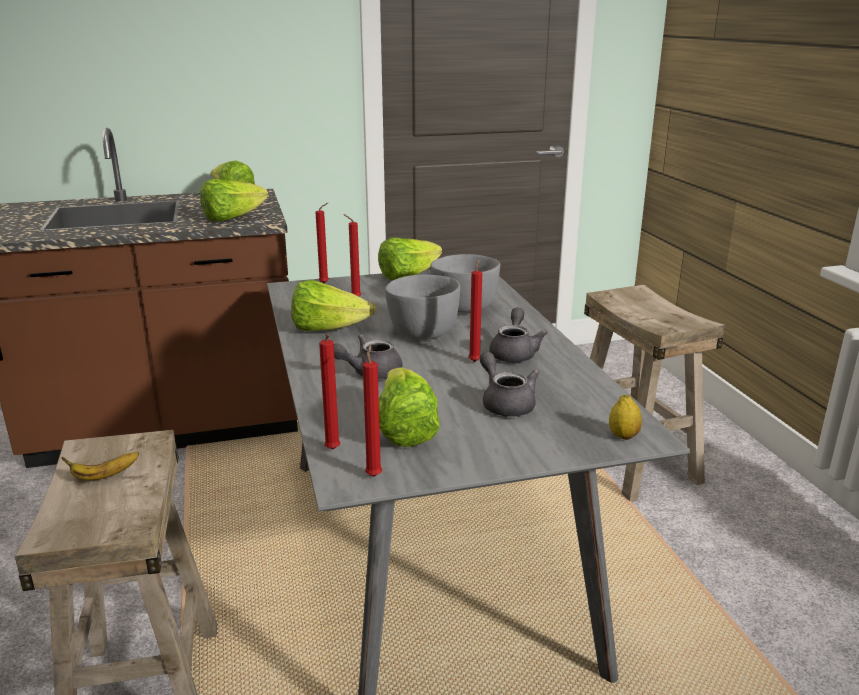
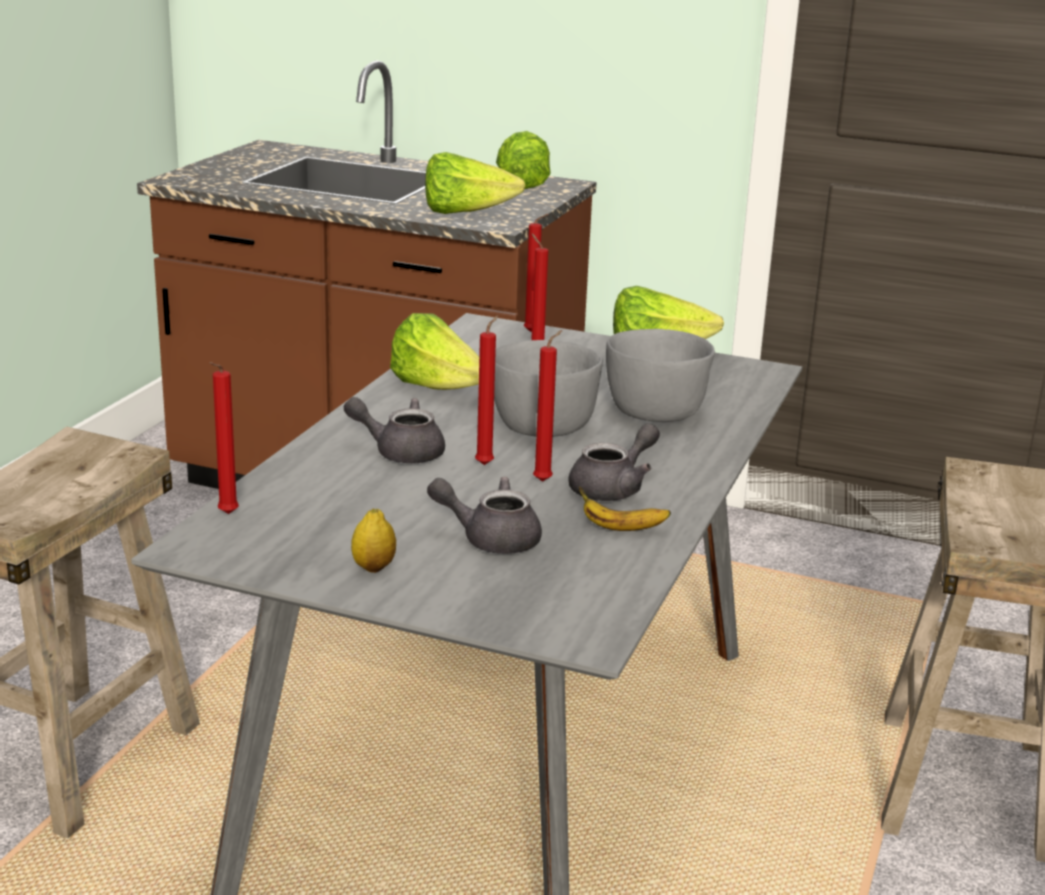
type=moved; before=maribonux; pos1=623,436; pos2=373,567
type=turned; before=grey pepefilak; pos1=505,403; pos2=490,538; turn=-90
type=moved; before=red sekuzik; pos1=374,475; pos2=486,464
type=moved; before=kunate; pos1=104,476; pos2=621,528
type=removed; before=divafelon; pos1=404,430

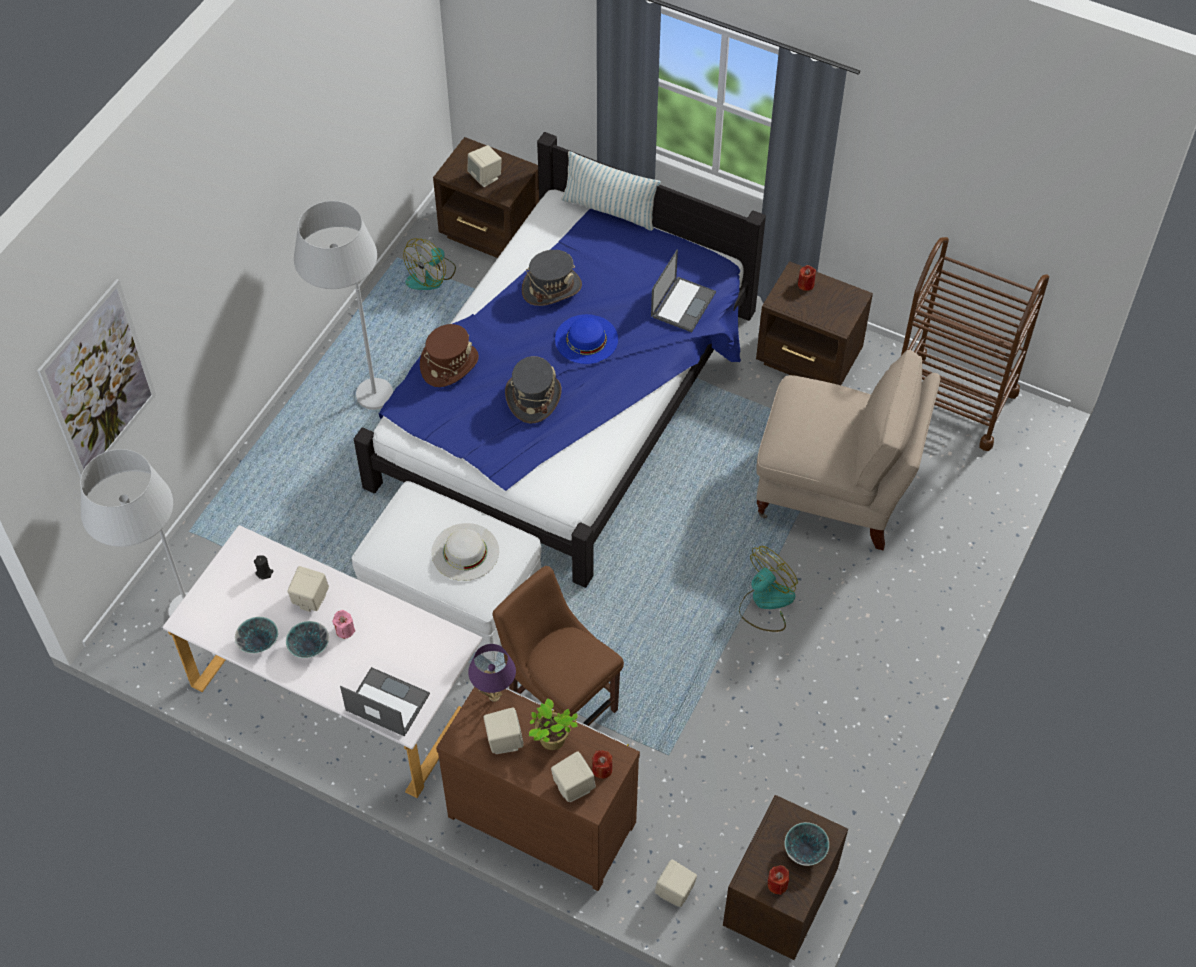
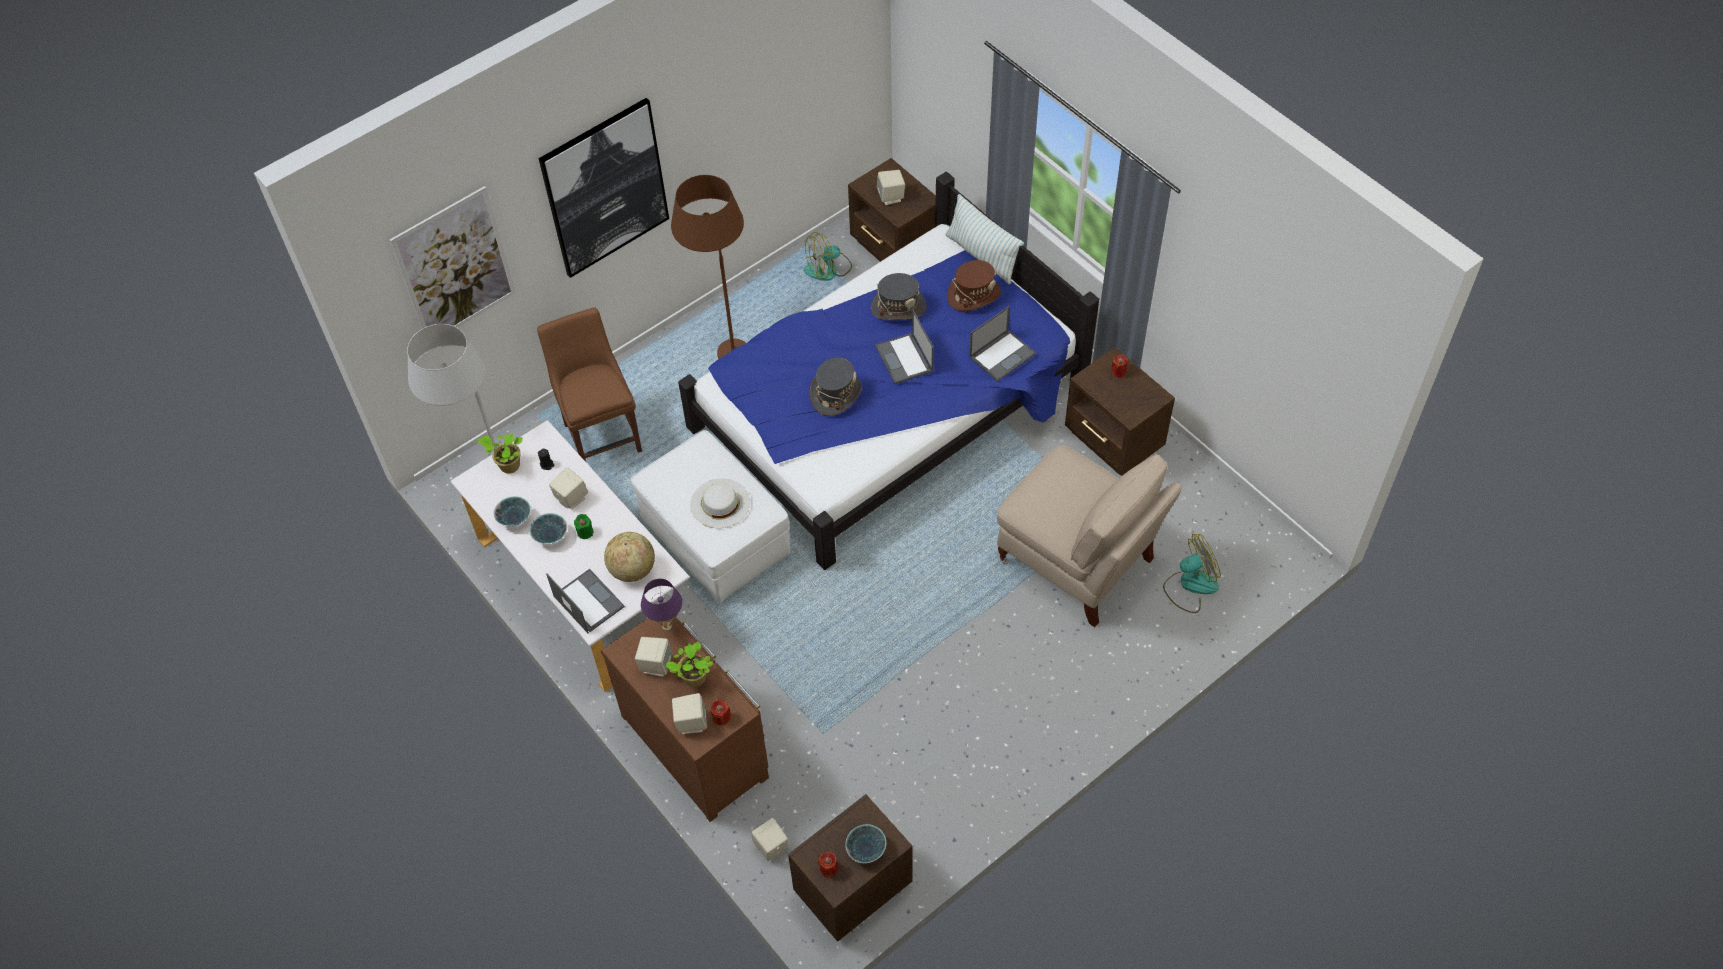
type=added; after=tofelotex; pos2=508,466
type=moved; before=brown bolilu; pos1=560,706; pos2=602,434
type=added; after=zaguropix; pos2=605,188
type=recoloured; before=pink sekuzik; after=green sekuzik; pos1=345,630; pos2=585,532
type=added; after=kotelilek; pos2=632,569
type=recoloured; before=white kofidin; after=brown kofidin; pos1=358,386; pos2=723,342
type=replaced; before=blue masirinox; after=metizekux; pos1=586,339; pos2=904,359
type=moved; before=brown masirinox; pos1=449,364; pos2=974,295
type=moved; before=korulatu; pos1=765,602; pos2=1190,585
type=removed; before=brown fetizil; pos1=952,400

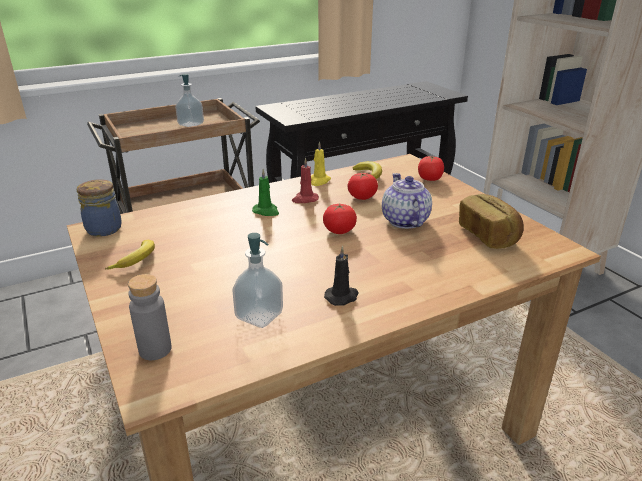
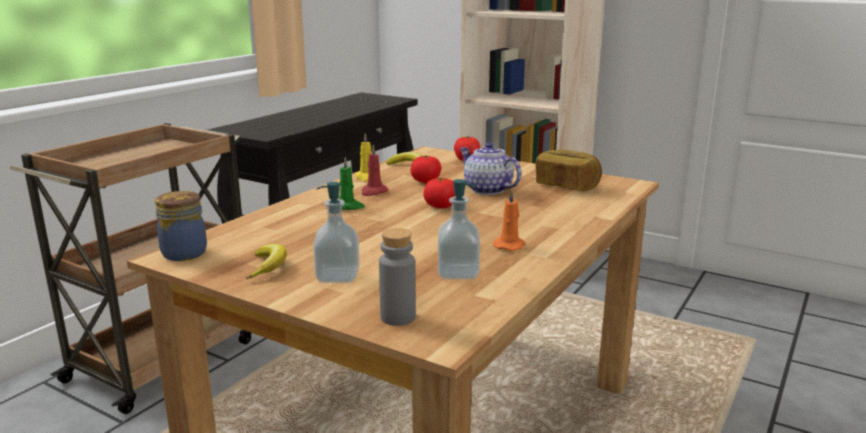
type=moved; before=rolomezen; pos1=191,124; pos2=337,276
type=recoloured; before=black sekuzik; after=orange sekuzik; pos1=342,297; pos2=510,245

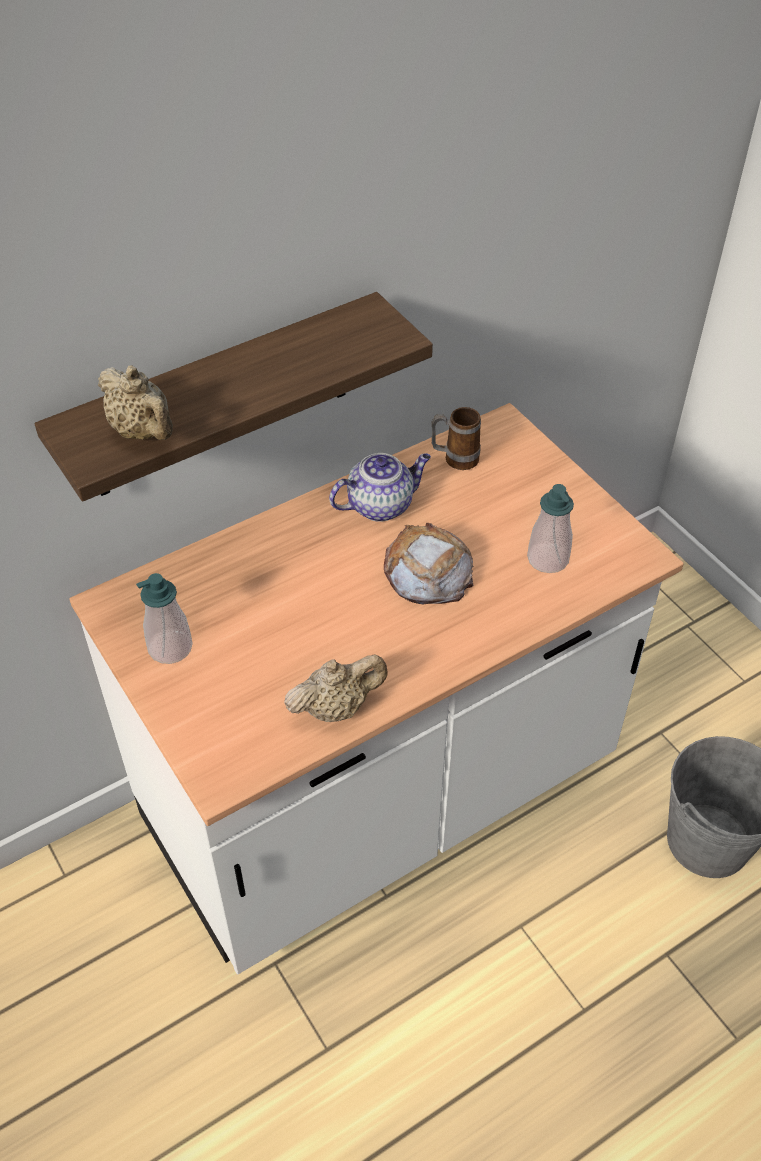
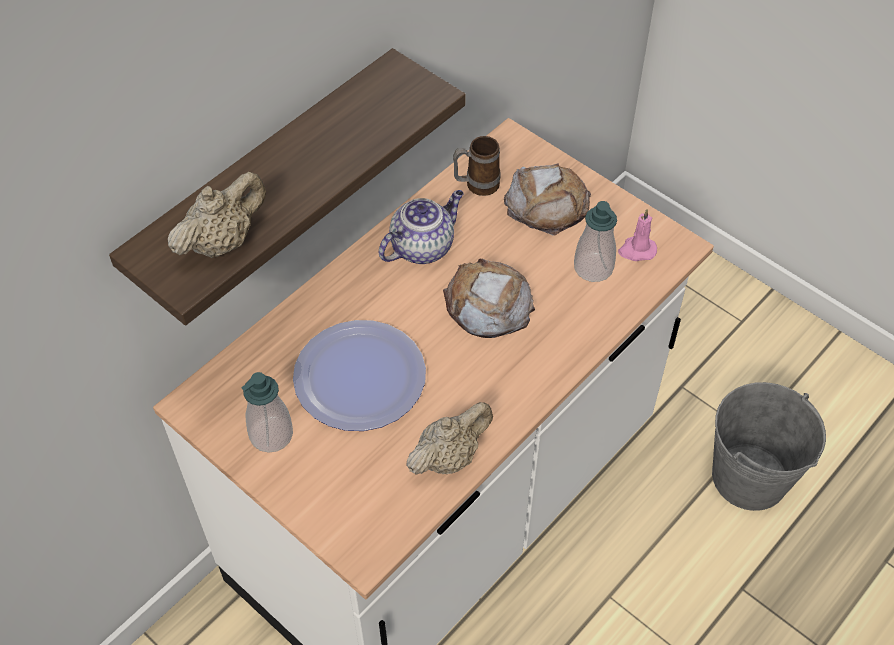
type=turned; before=beige pepefilak; pos1=143,432; pos2=222,242; turn=-75
type=added; after=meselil; pos2=360,376
type=added; after=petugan; pos2=547,204
type=added; after=pink sekuzik; pos2=637,250

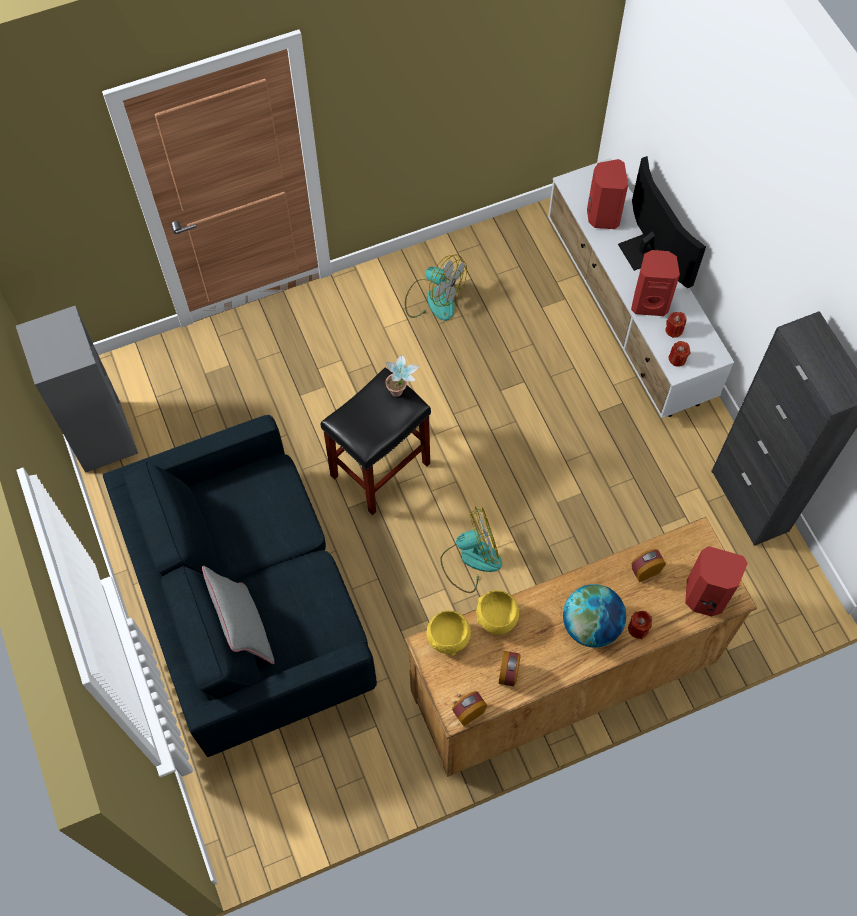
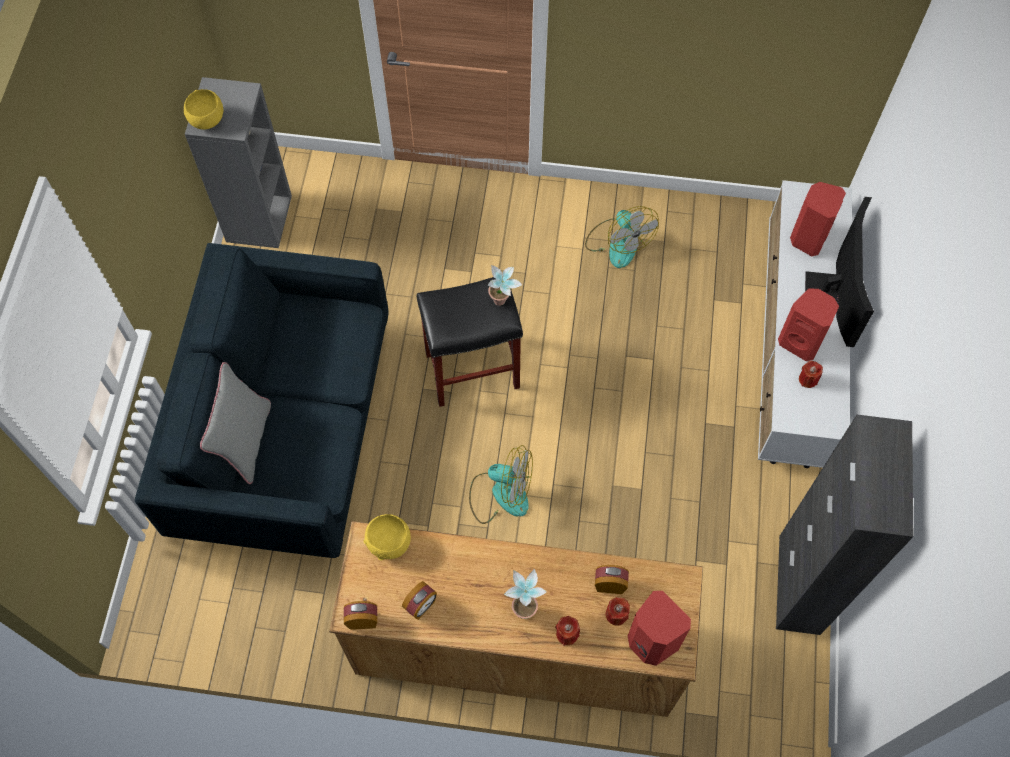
type=moved; before=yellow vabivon; pos1=497,619; pos2=207,120
type=replaced; before=kotelilek; after=tofelotex; pos1=590,625; pos2=524,606
type=moved; before=red sekuzik; pos1=677,359; pos2=616,614

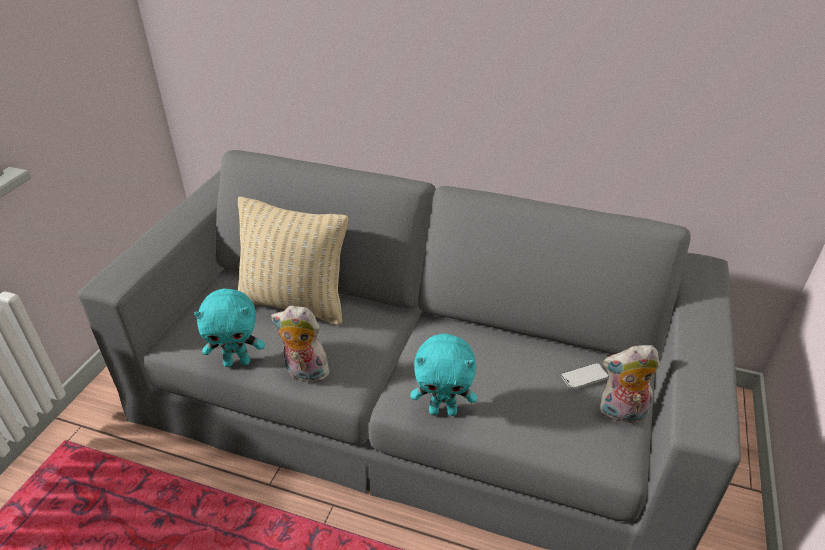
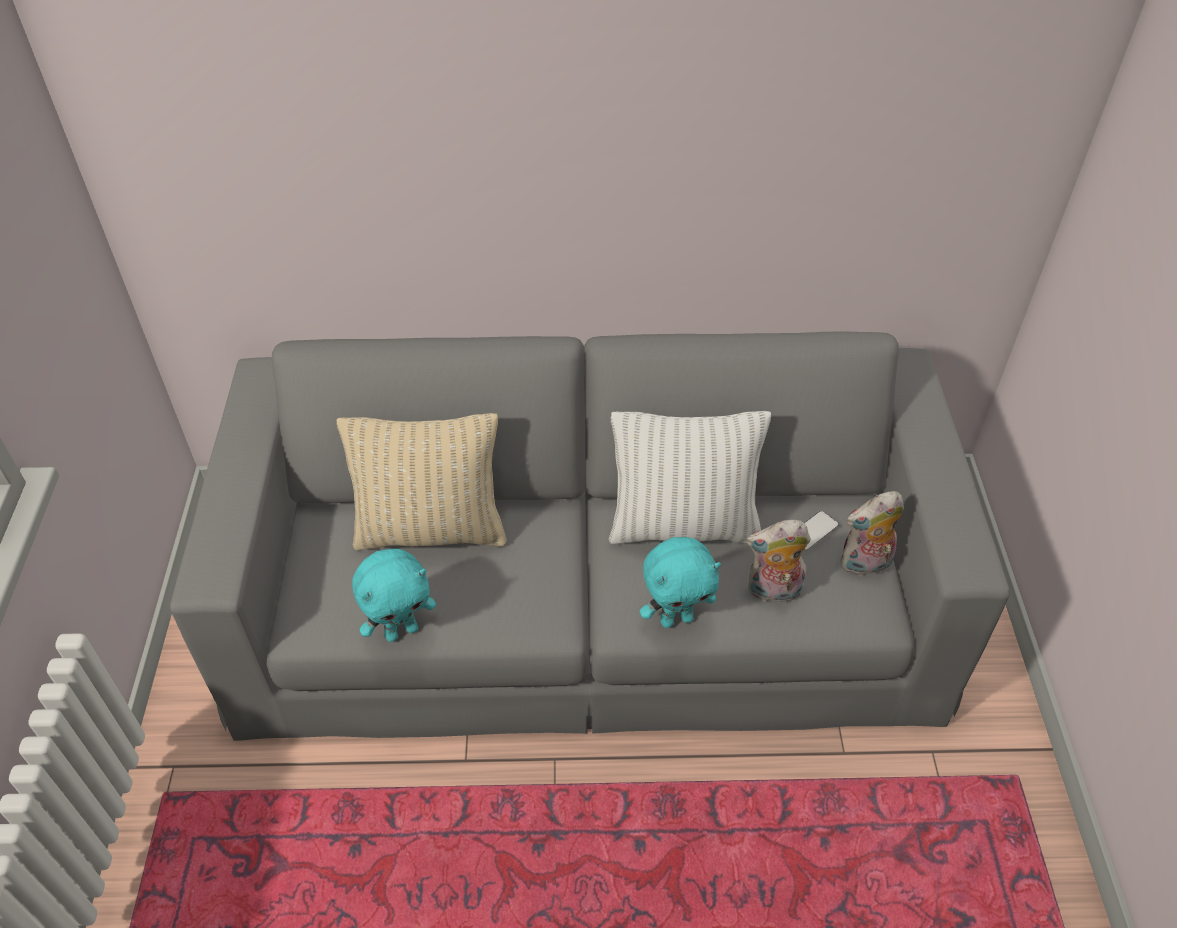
type=added; after=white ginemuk; pos2=683,526
type=moved; before=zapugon; pos1=304,373; pos2=773,591

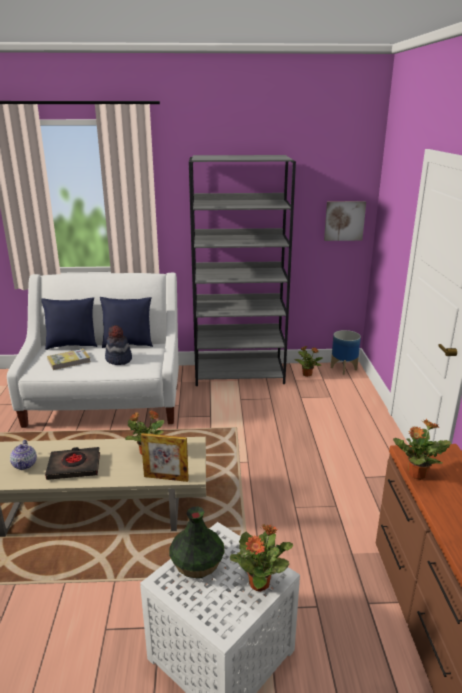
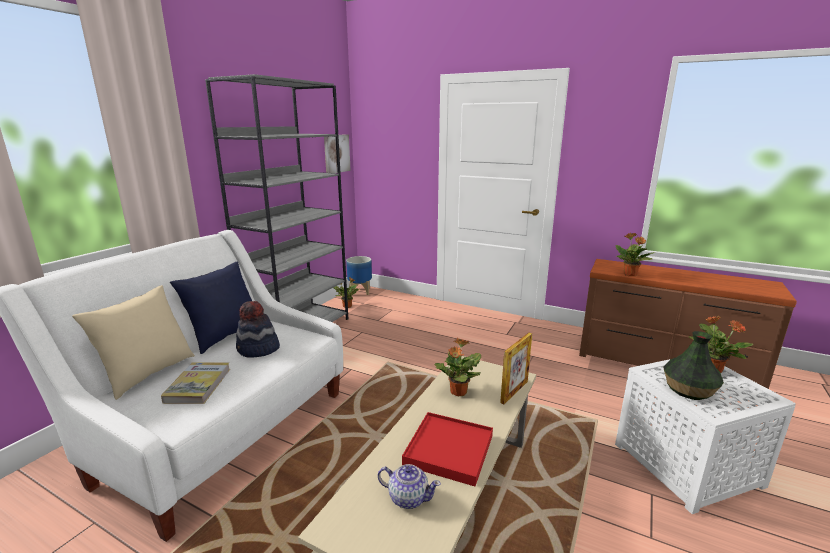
type=recoloured; before=blue ginemuk; after=beige ginemuk; pos1=72,345; pos2=148,374
type=replaced; before=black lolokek; after=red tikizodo; pos1=74,466; pos2=448,450

